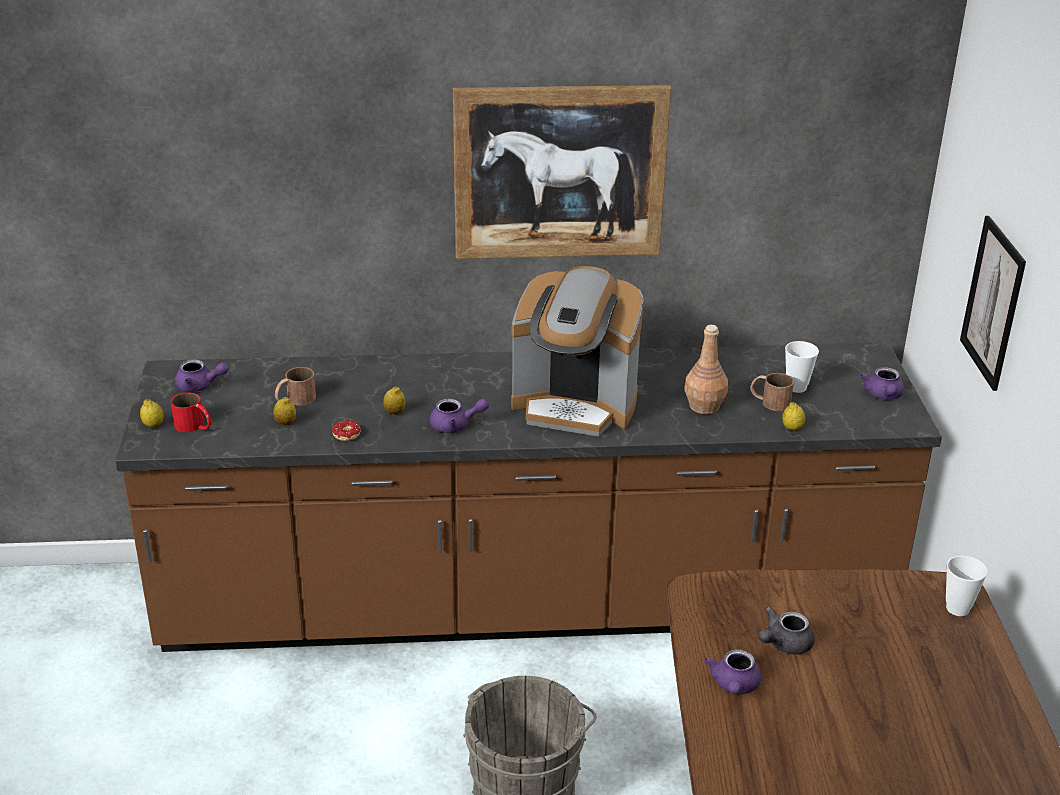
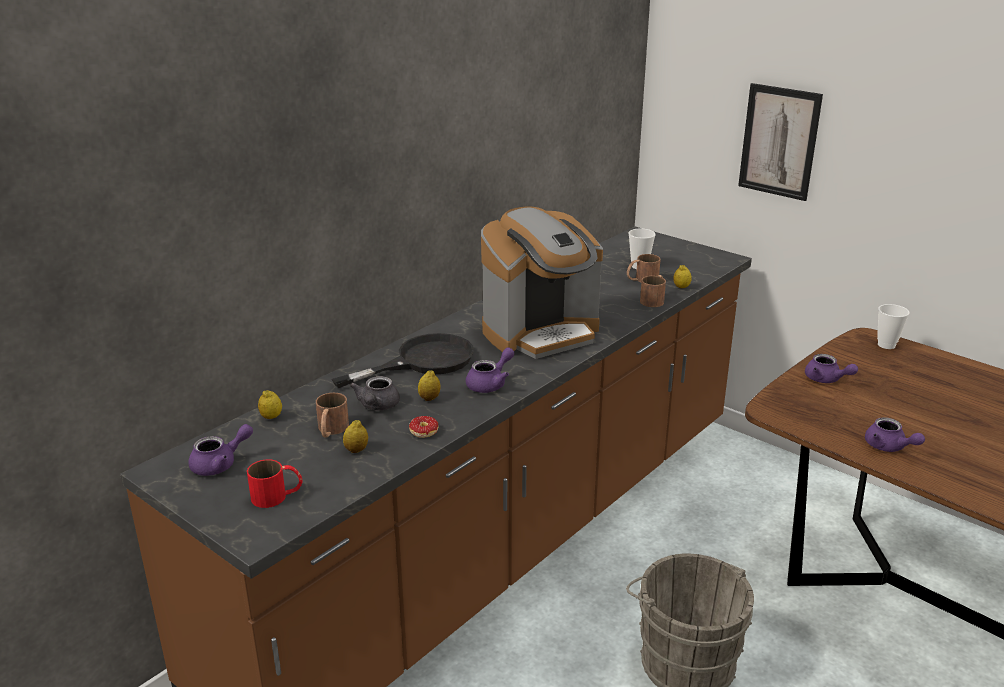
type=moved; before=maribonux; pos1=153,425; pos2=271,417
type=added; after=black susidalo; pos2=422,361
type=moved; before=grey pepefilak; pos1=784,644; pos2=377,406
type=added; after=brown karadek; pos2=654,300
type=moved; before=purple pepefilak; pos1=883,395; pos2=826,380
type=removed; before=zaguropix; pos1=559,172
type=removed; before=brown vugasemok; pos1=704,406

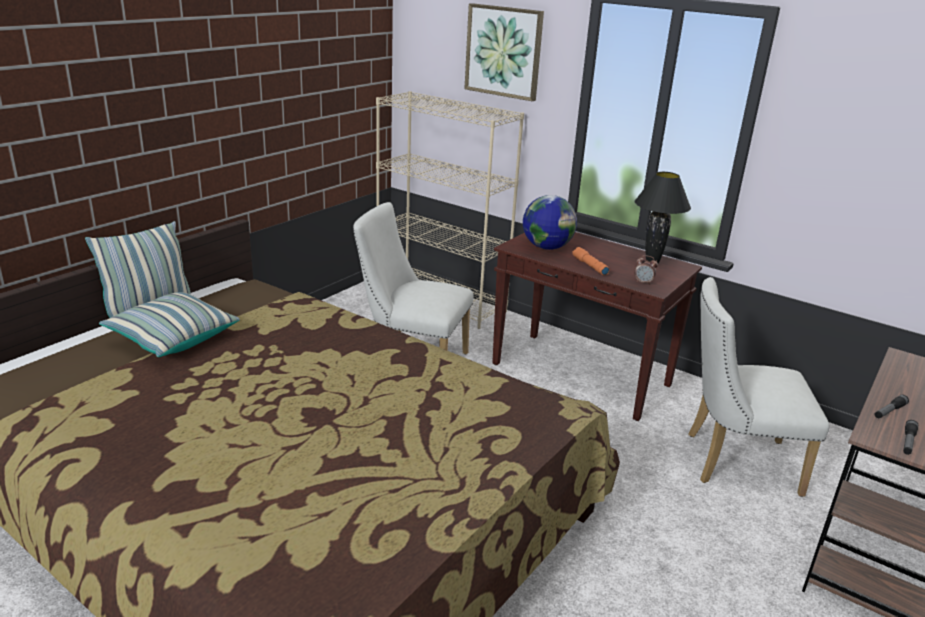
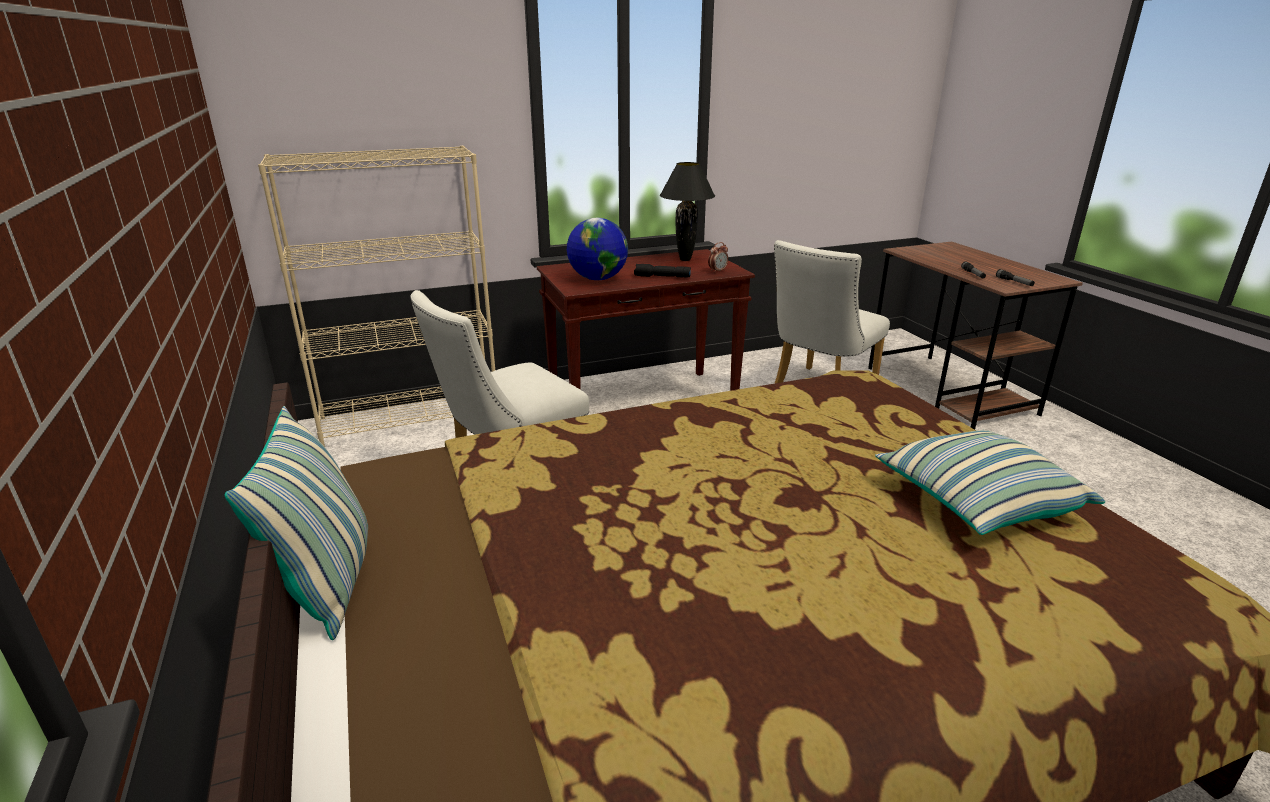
type=recoloured; before=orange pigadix; after=black pigadix; pos1=589,266; pos2=661,277
type=moved; before=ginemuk; pos1=172,338; pos2=977,502
type=removed; before=zaguropix; pos1=504,51

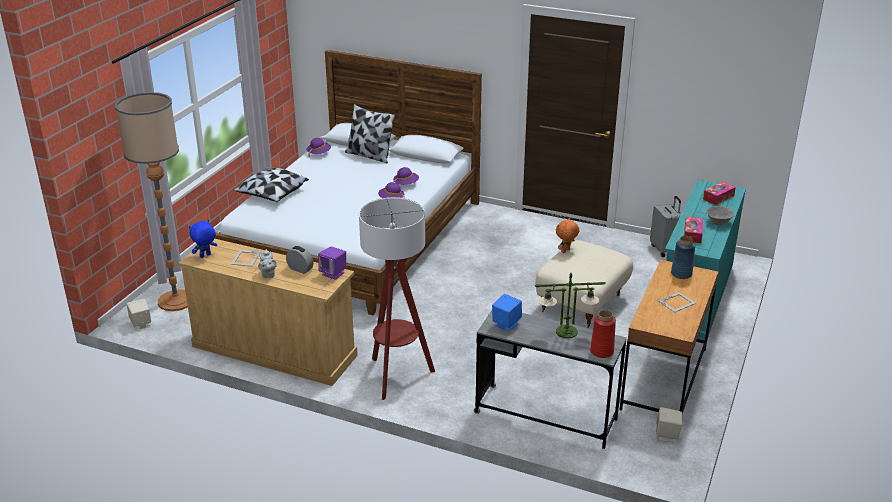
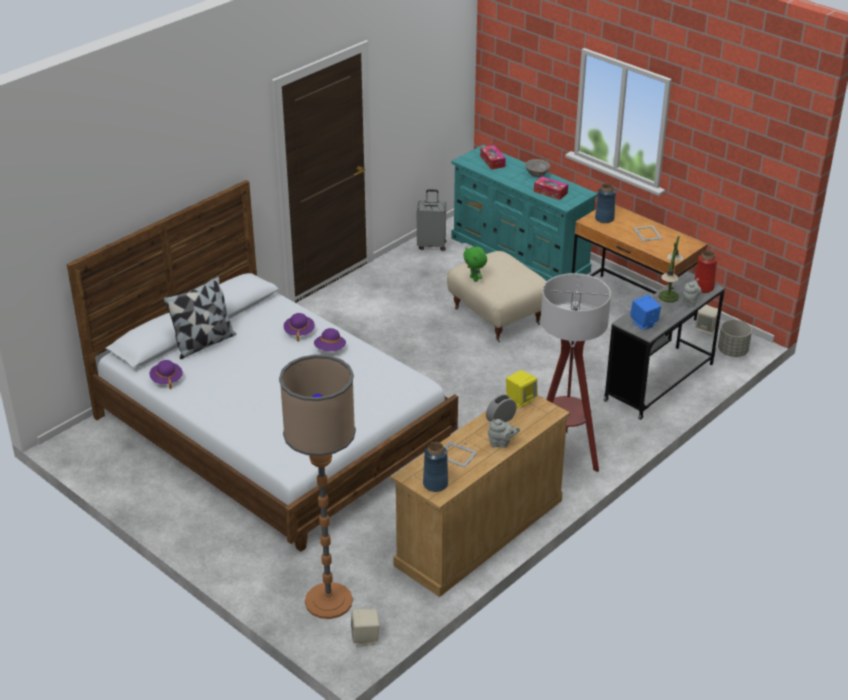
type=replaced; before=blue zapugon; after=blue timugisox; pos1=205,256; pos2=435,484
type=recoloured; before=orange zapugon; after=green zapugon; pos1=566,251; pos2=474,279
type=recoloured; before=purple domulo; after=yellow domulo; pos1=333,273; pos2=520,400
type=added; after=grey pepefilak; pos2=690,302
type=added; after=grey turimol; pos2=732,352
type=removed; before=ginemuk; pos1=272,194

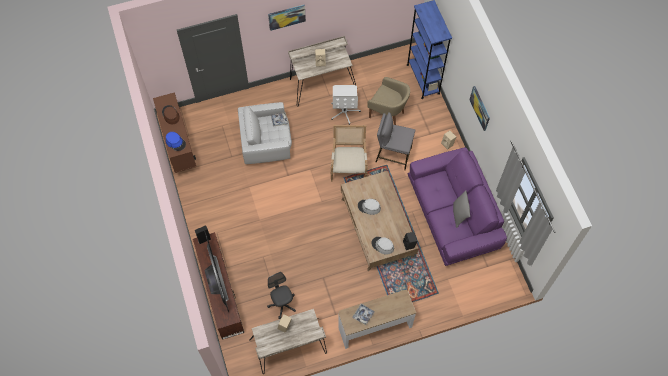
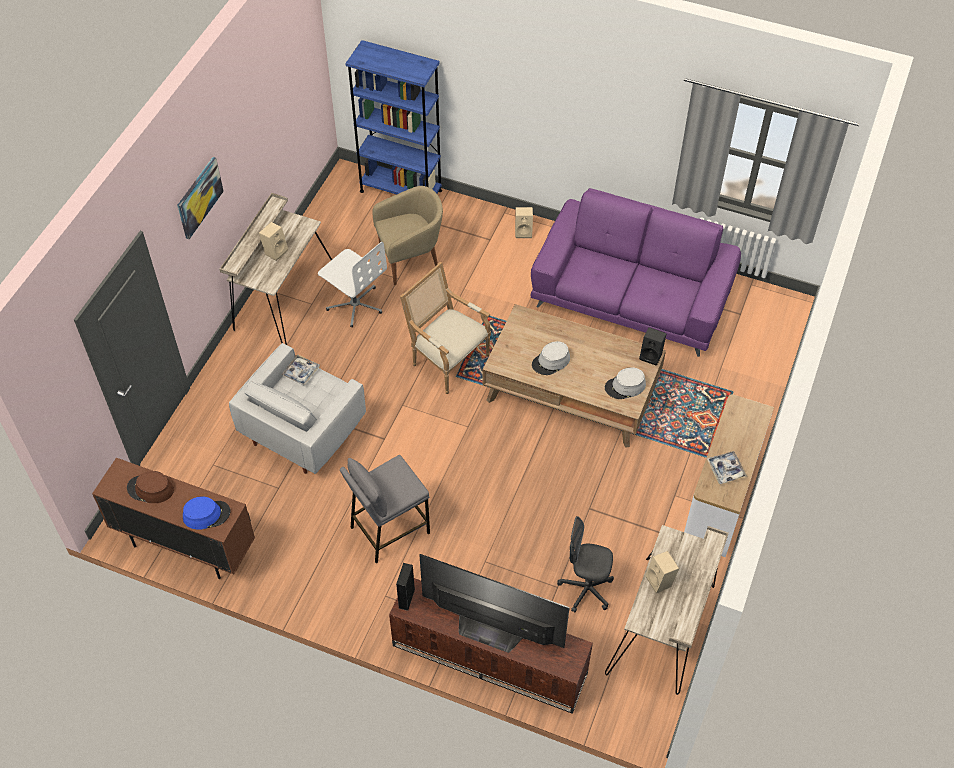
type=moved; before=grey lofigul; pos1=393,155; pos2=389,529
type=removed; before=grey ginemuk; pos1=459,214
type=removed; before=zaguropix; pos1=480,108

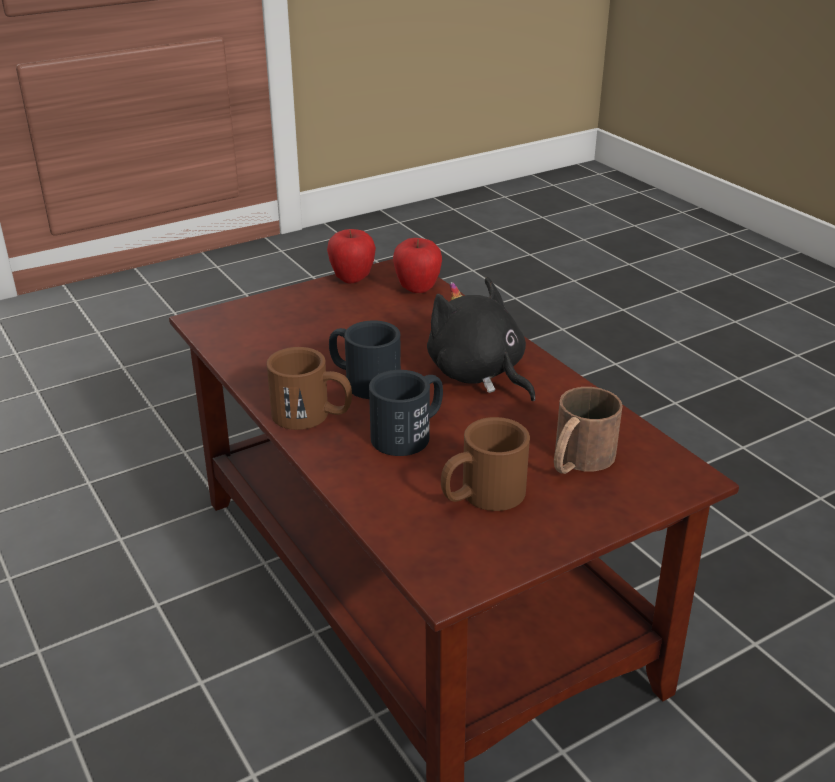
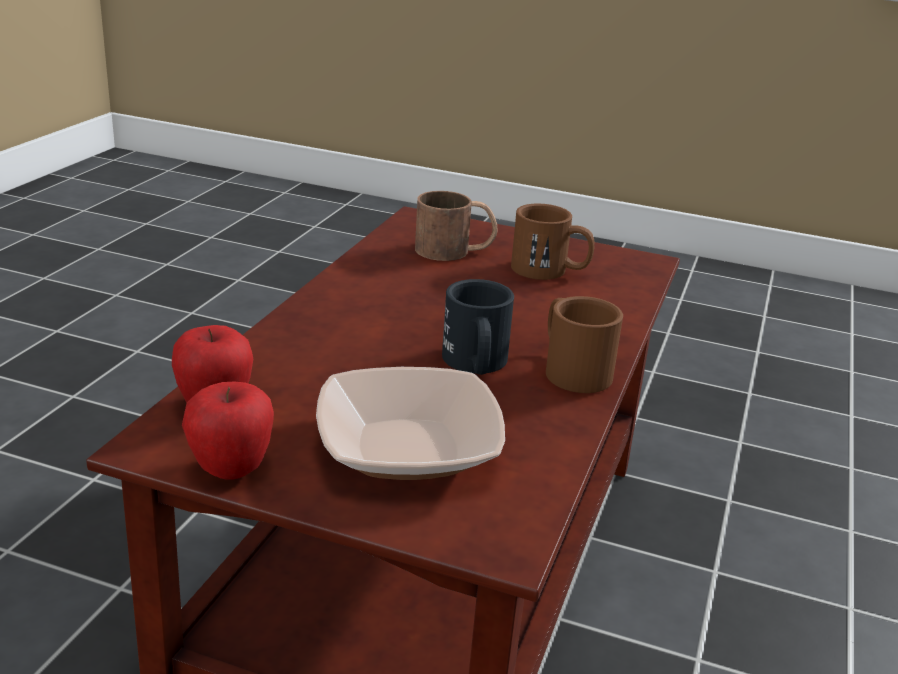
type=added; after=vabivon; pos2=408,449
type=removed; before=black karadek; pos1=410,433
type=removed; before=black zapugon; pos1=478,374

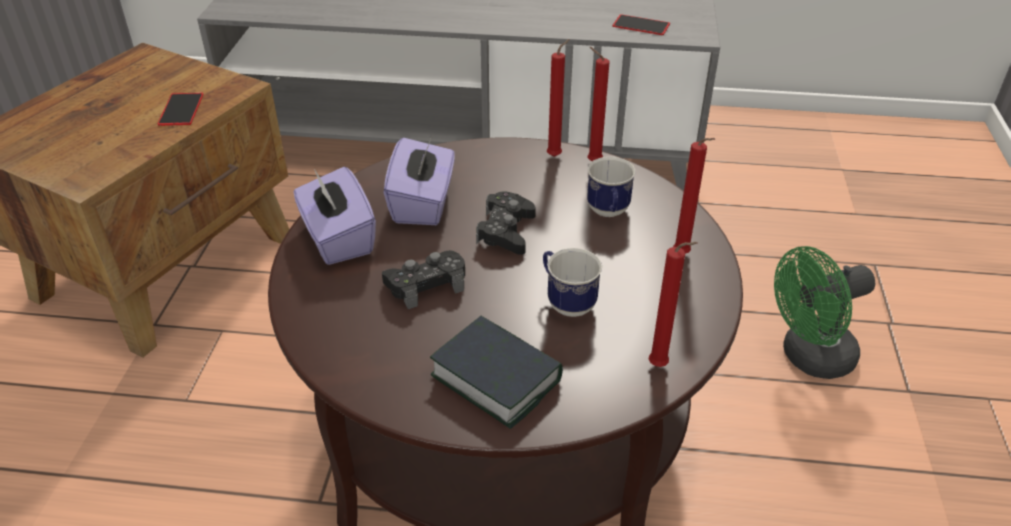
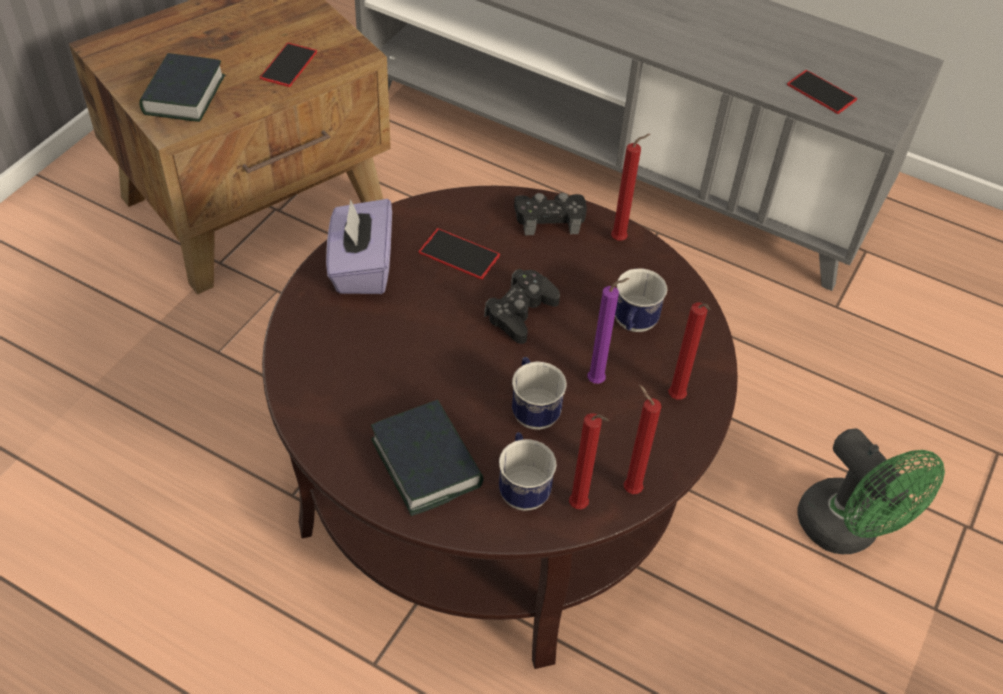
type=added; after=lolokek; pos2=183,95
type=replaced; before=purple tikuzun; after=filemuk; pos1=423,204; pos2=459,254
type=added; after=karadek; pos2=522,487
type=moved; before=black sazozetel; pos1=426,284; pos2=549,218
type=added; after=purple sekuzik; pos2=598,381
type=moved; before=red sekuzik; pos1=592,162; pos2=629,488
type=turned; before=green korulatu; pos1=808,358; pos2=847,531; turn=-120

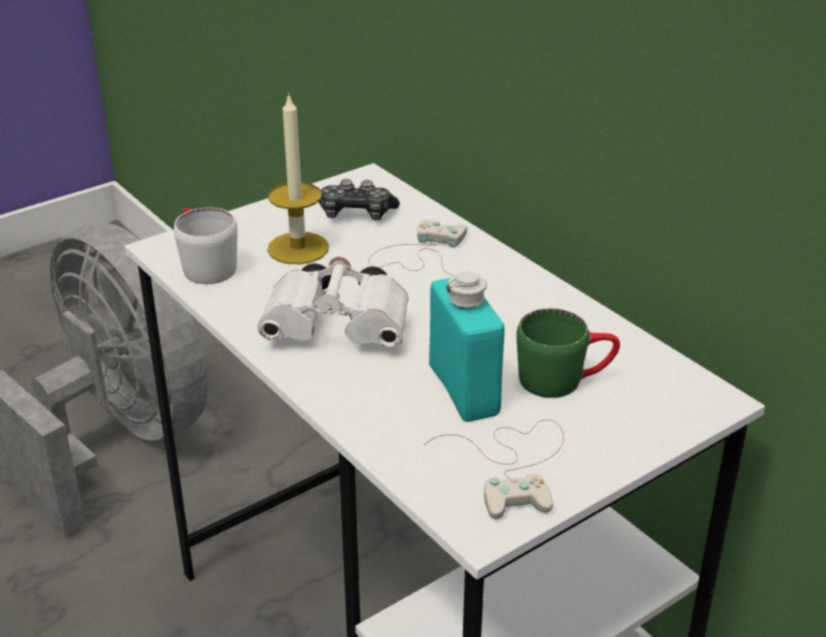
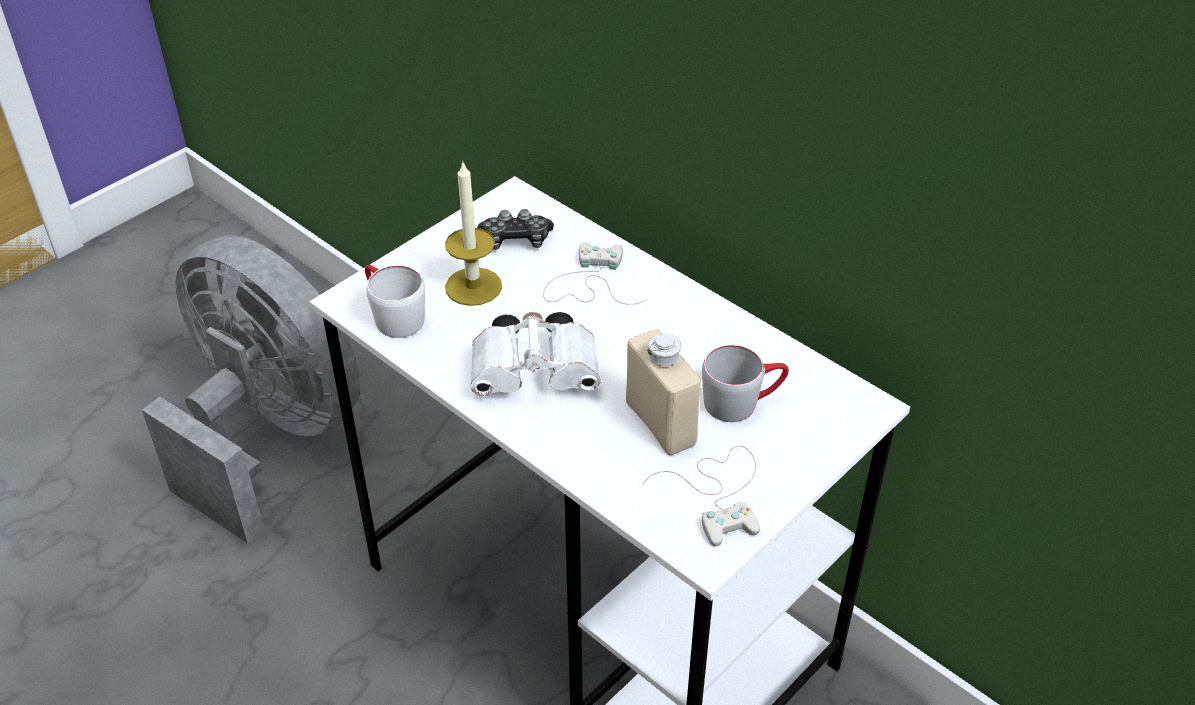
type=recoloured; before=turquoise vugasemok; after=beige vugasemok; pos1=464,390; pos2=660,423
type=recoloured; before=green karadek; after=grey karadek; pos1=564,379; pos2=742,401

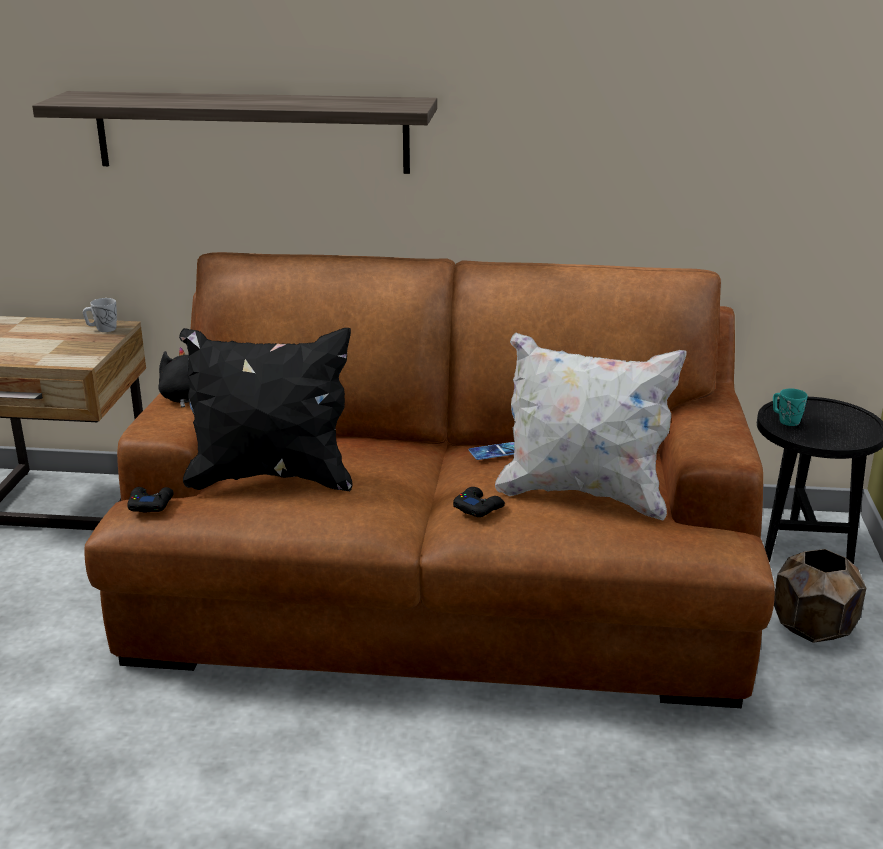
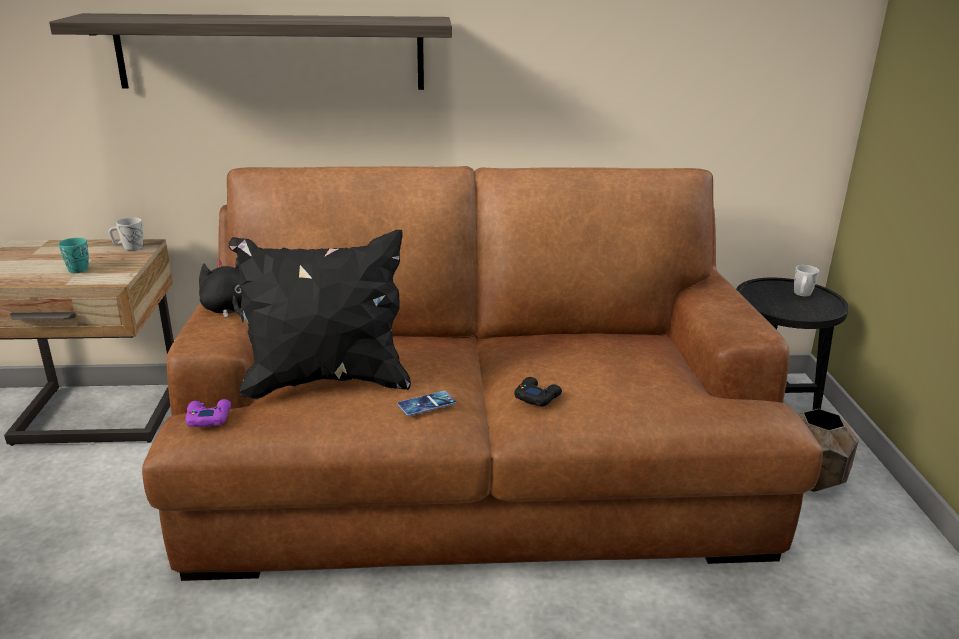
type=moved; before=turquoise karadek; pos1=785,420; pos2=76,268
type=recoloured; before=black sazozetel; after=purple sazozetel; pos1=150,504; pos2=208,418
type=moved; before=filemuk; pos1=495,451; pos2=427,404
type=added; after=white karadek; pos2=802,294
type=removed; before=white ginemuk; pos1=583,494

